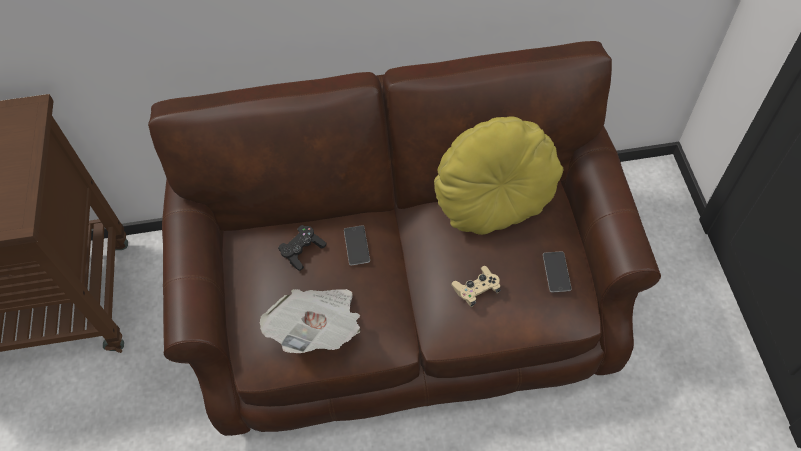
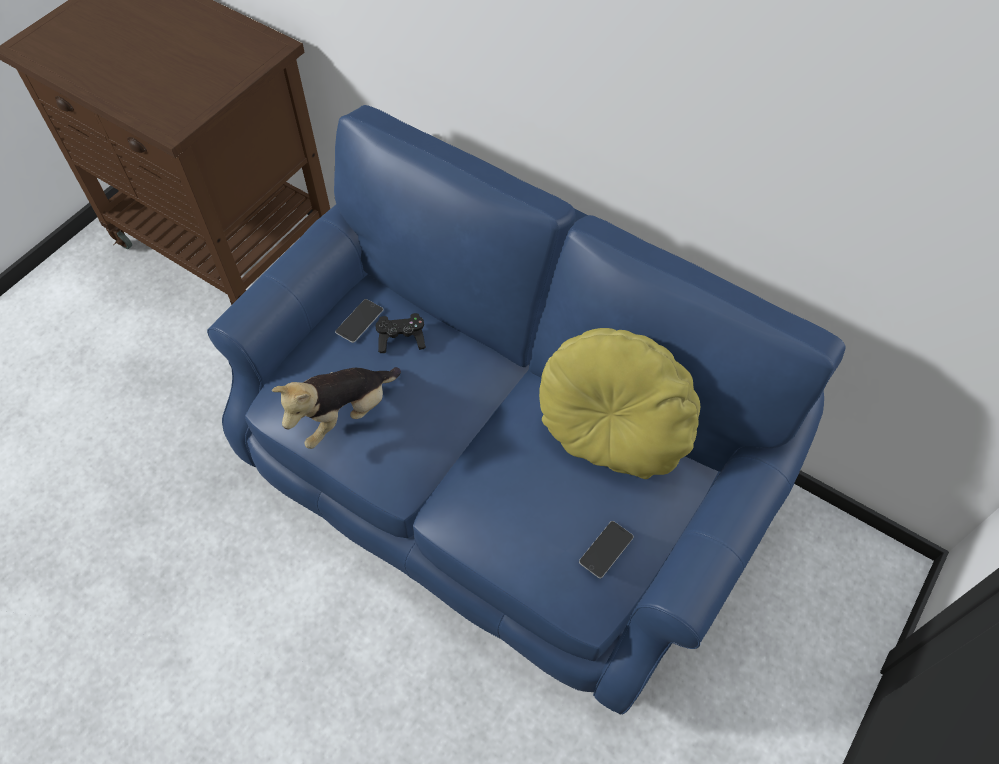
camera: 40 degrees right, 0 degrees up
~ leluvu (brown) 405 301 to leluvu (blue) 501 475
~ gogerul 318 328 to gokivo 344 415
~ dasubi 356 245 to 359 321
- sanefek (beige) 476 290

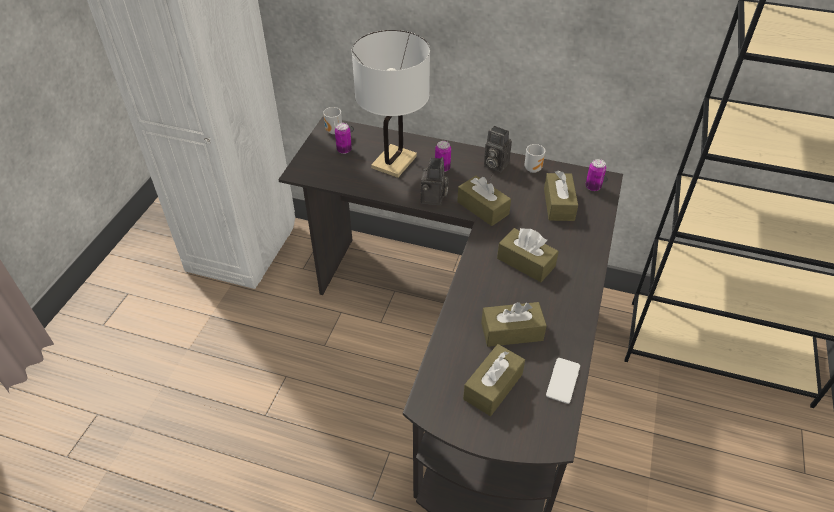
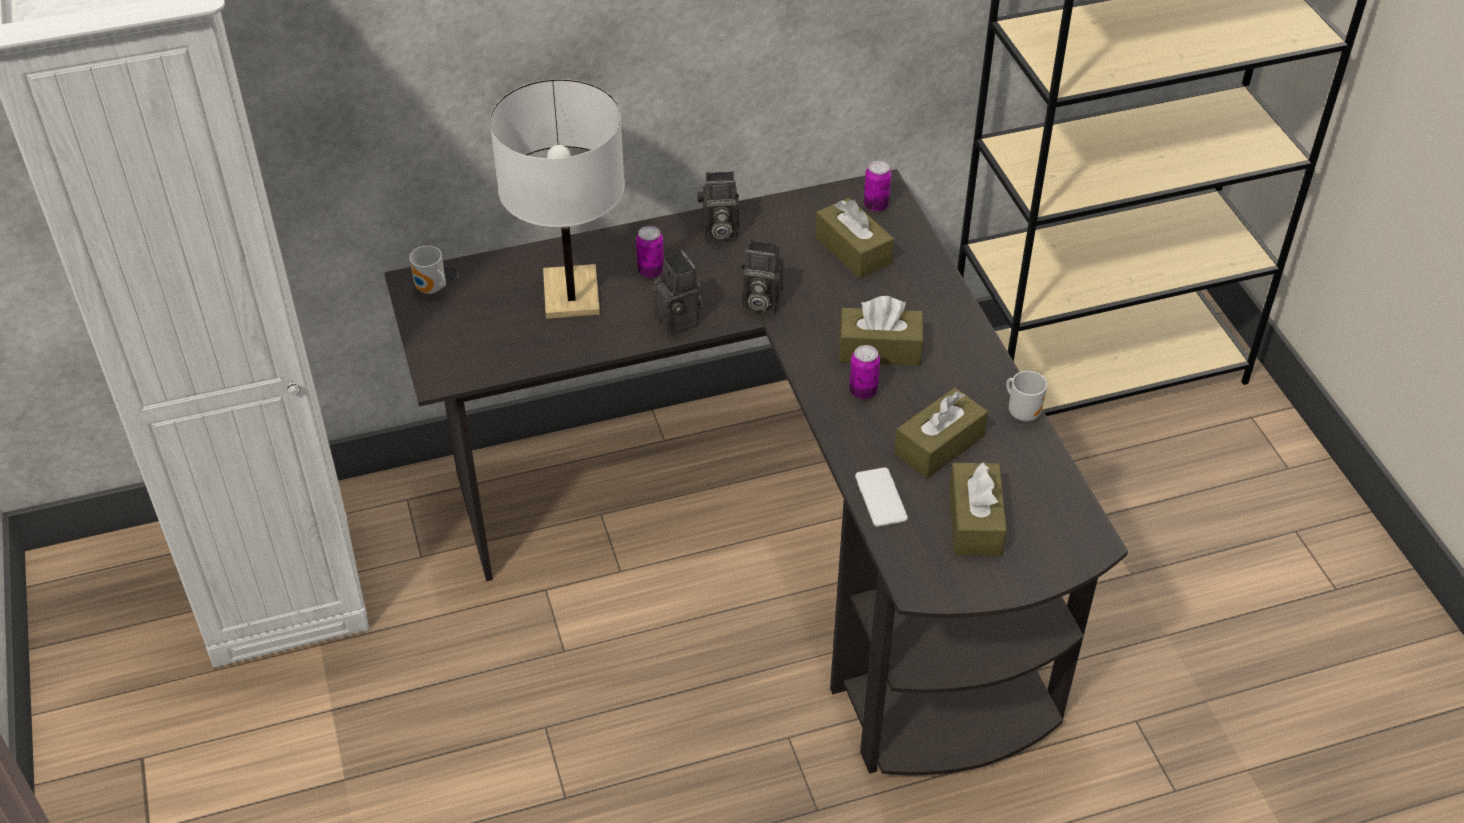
camera: 35 degrees left, 0 degrees up
~ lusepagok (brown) 483 208 to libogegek 759 302
~ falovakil 344 150 to 863 391
~ dasubi 563 381 to 880 498
~ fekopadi 533 168 to 1023 412

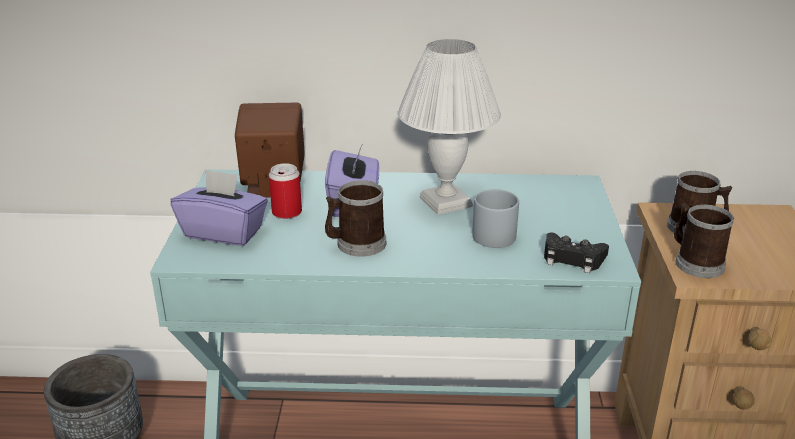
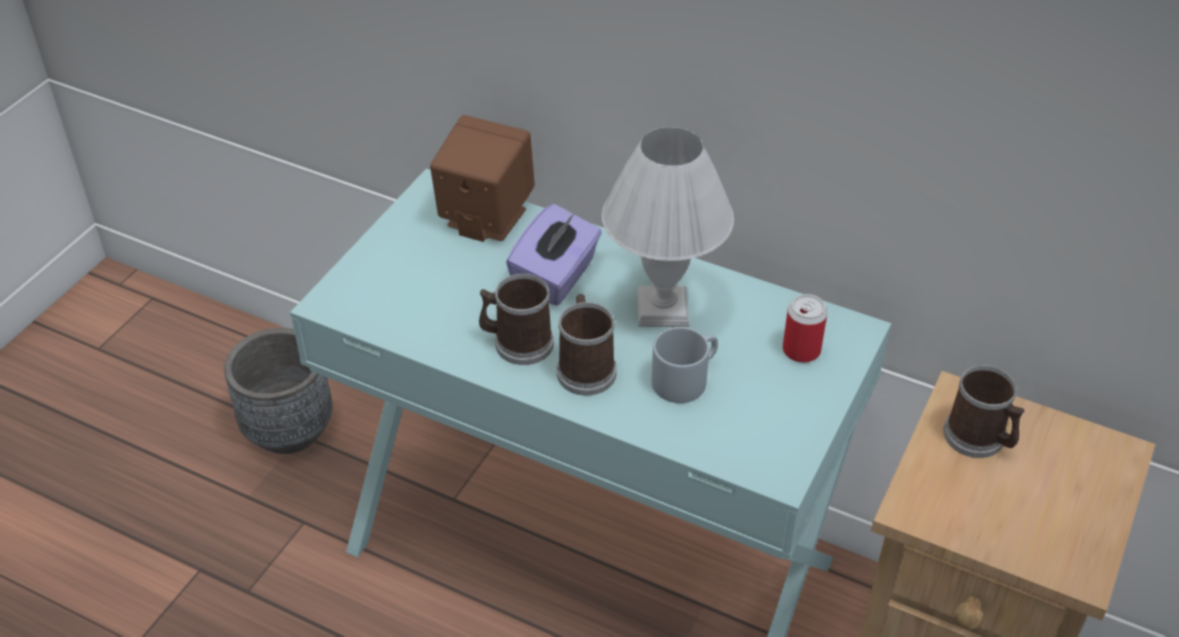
camera: 25 degrees right, 15 degrees up
~ fekopadi 695 262 to 585 367
~ falovakil 287 213 to 801 350
- lusepagok (purple) 224 232
- sanefek (black) 572 258

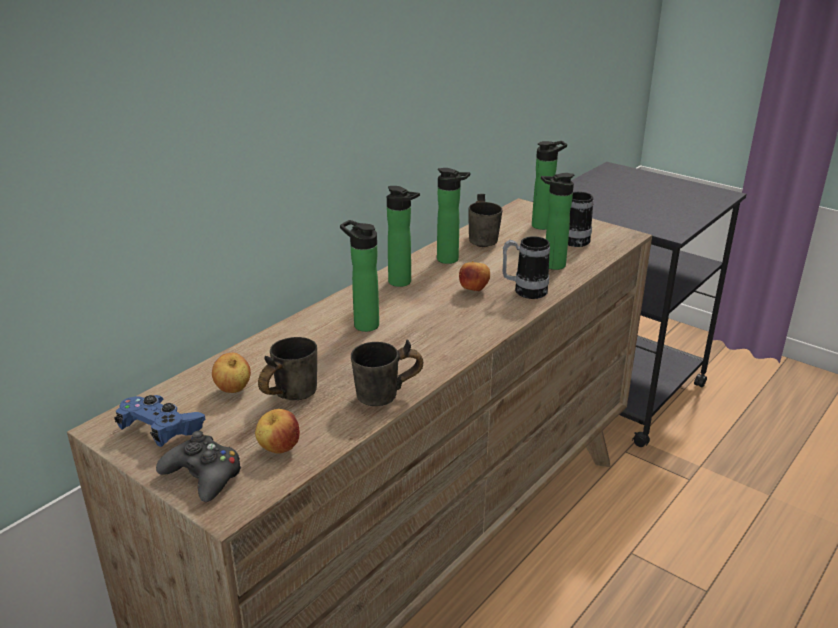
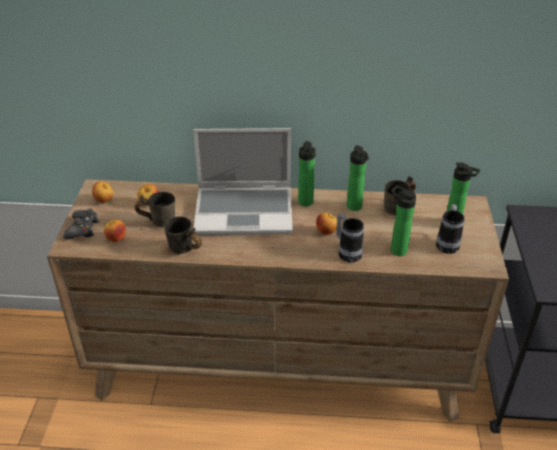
camera: 55 degrees right, 10 degrees up
~ sanefek (blue) 161 430 to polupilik 104 201
~ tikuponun 363 324 to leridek 245 211

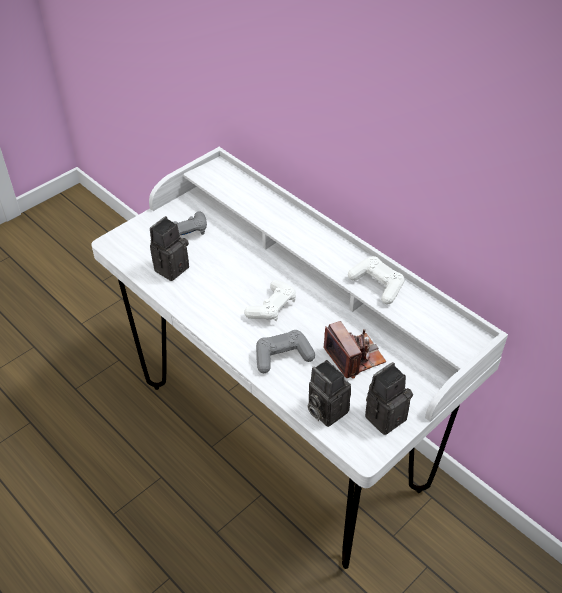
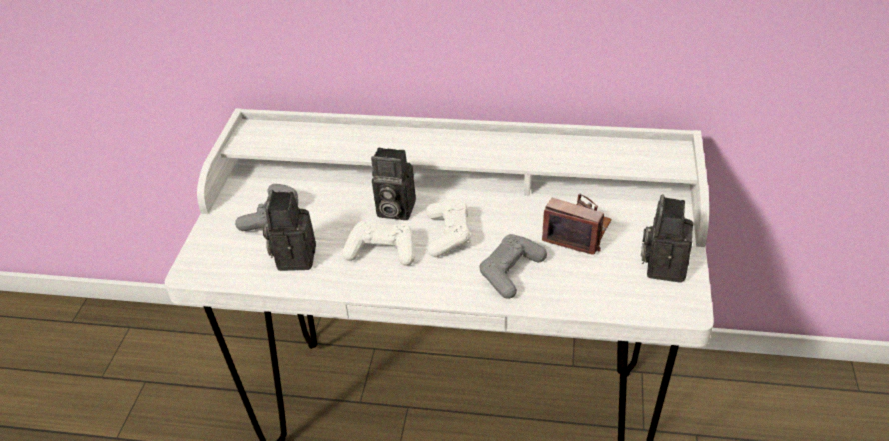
camera: 35 degrees left, 5 degrees down
~ sanefek (white) 377 285 to 382 251
~ libogegek 325 410 to 393 210

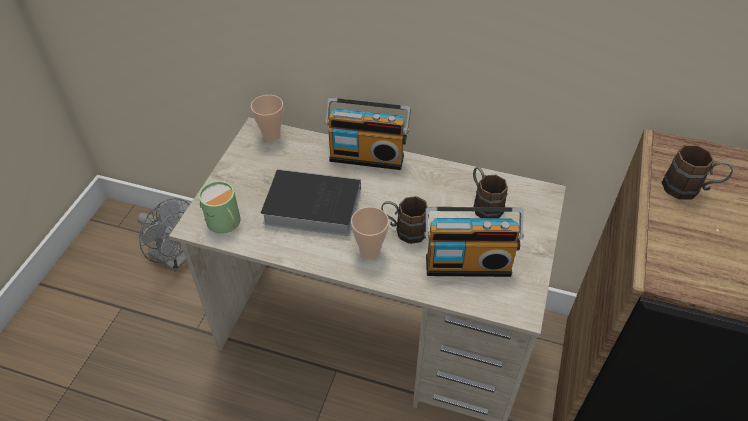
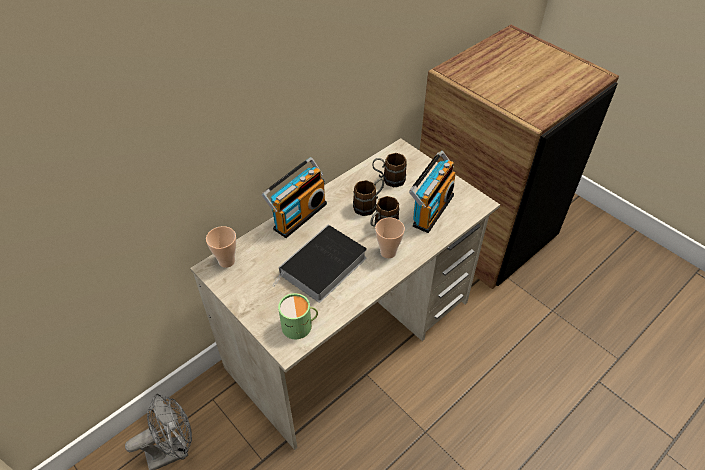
camera: 60 degrees left, 0 degrees up
~ fekopadi (brown) 689 189 to 369 205

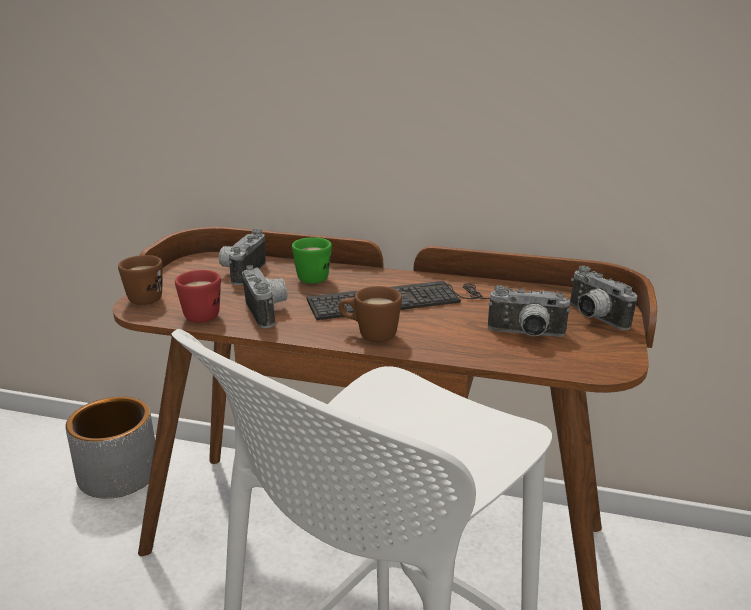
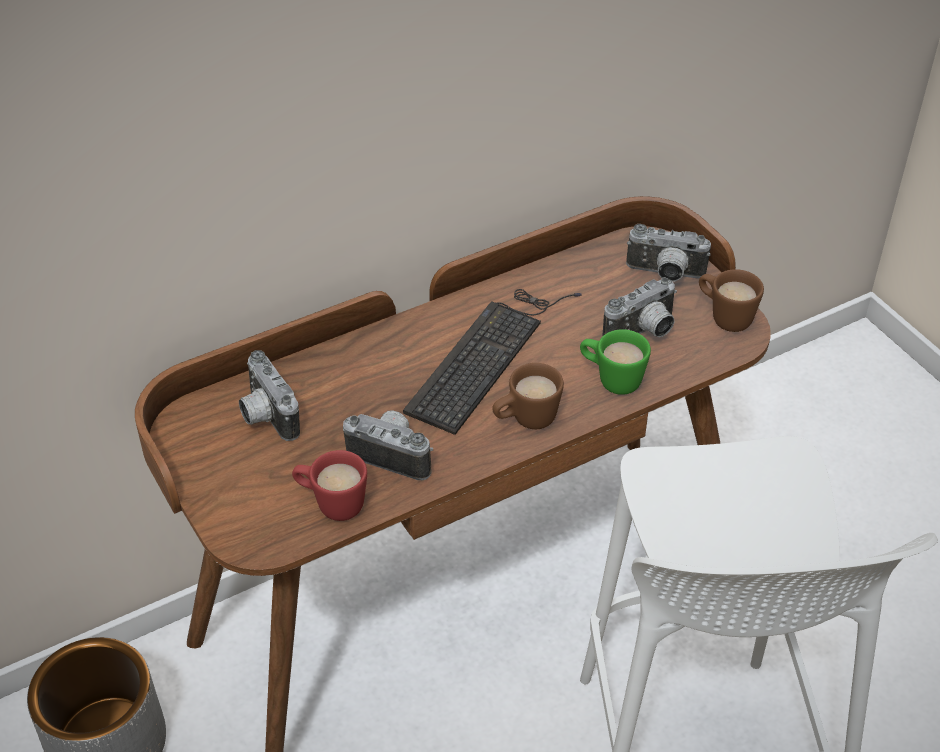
camera: 45 degrees left, 20 degrees up
~ fekopadi (green) 311 276 to 611 379
~ fekopadi (brown) 147 296 to 724 316

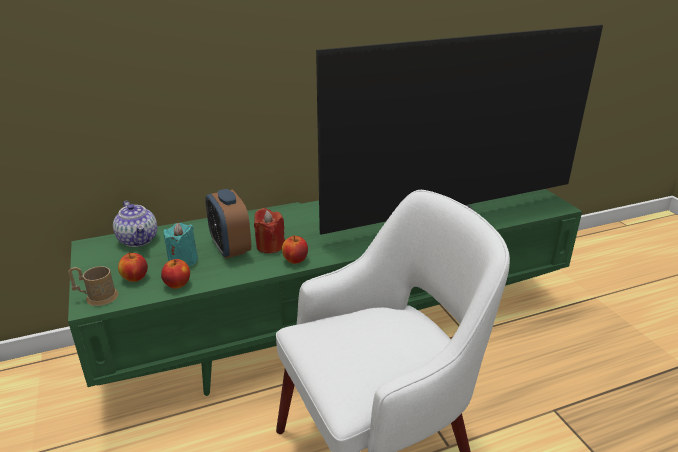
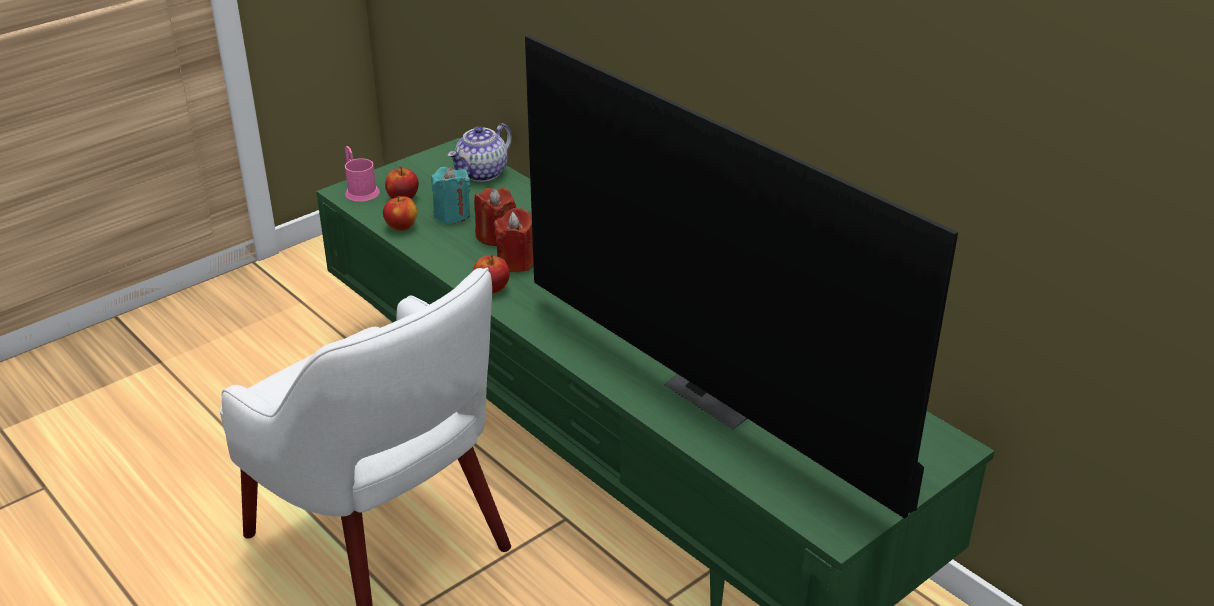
camera: 70 degrees right, 5 degrees up
~ fekopadi (brown) 97 297 to fekopadi (pink) 359 190
~ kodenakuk 230 248 to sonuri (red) 495 236

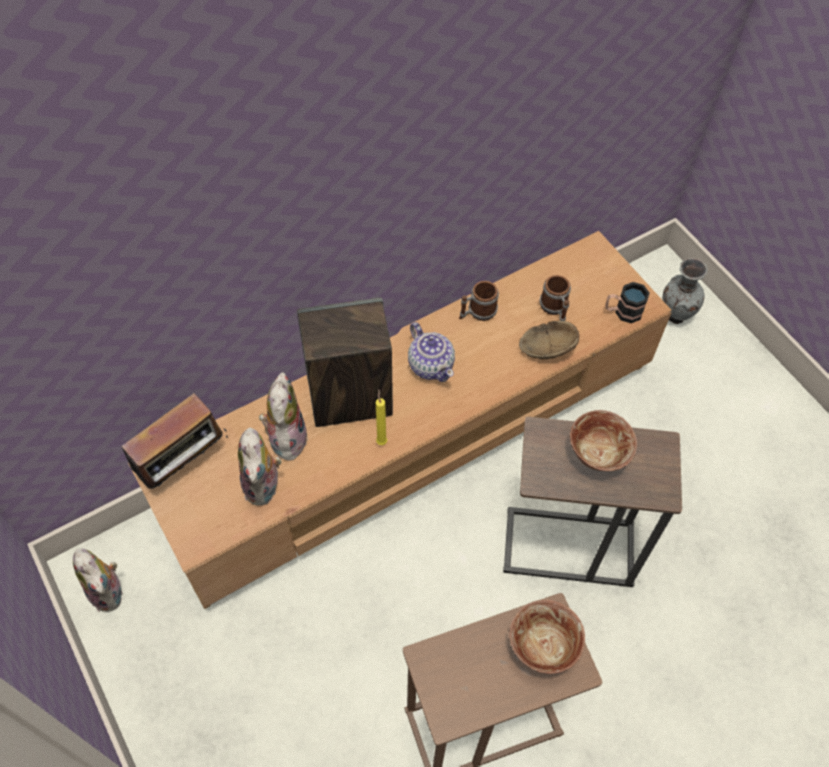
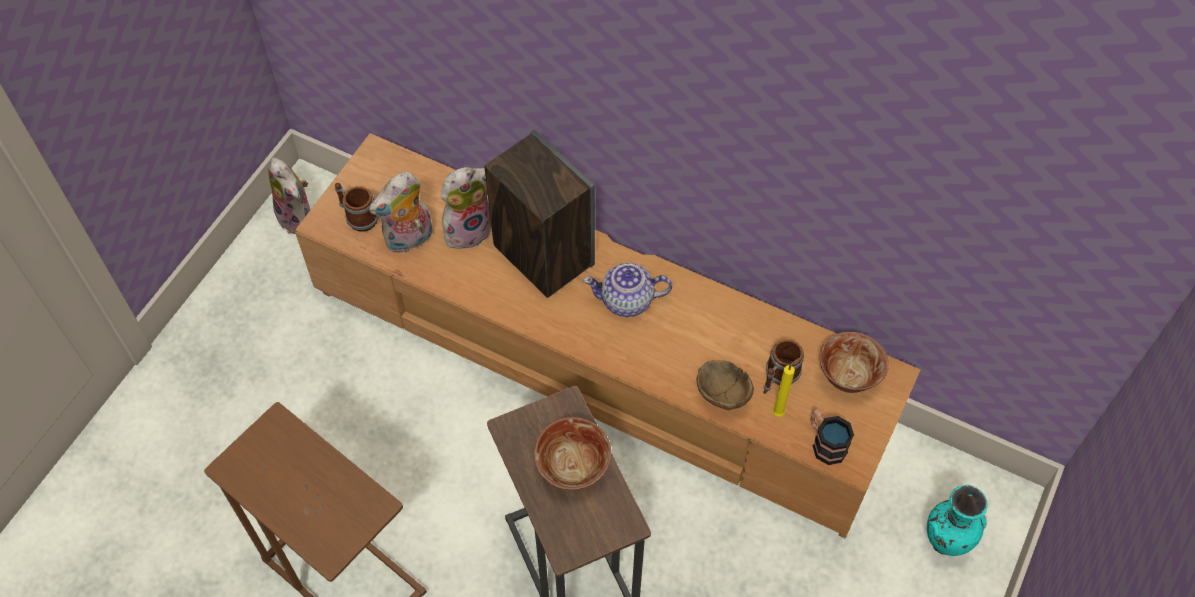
camera: 60 degrees right, 0 degrees up
~ gokivo 109 592 = 298 217 60 degrees counterclockwise
~ fekopadi 477 312 to 358 216
~ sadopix 431 365 = 627 301 60 degrees clockwise
~ sonuri (yellow) 381 440 to 779 412
~ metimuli 542 647 to 847 376
~ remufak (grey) 674 315 to remufak (turquoise) 944 541
- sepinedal 184 464

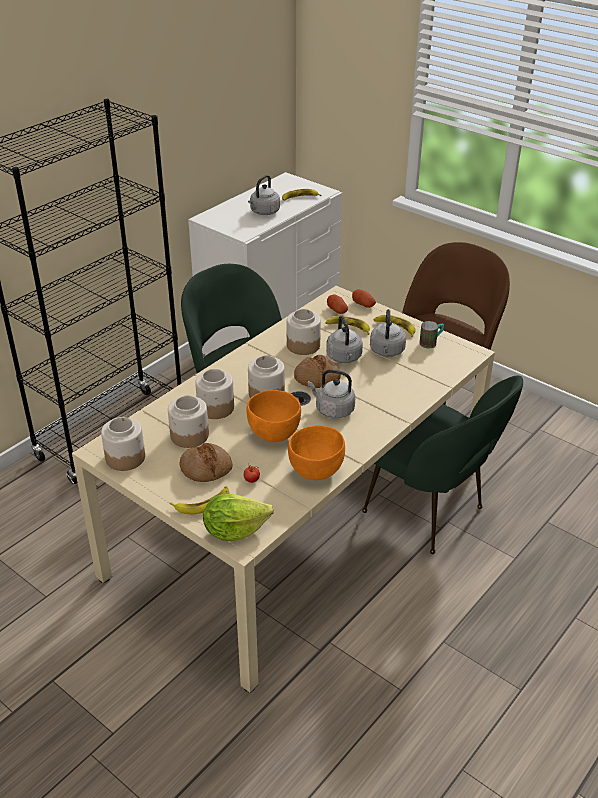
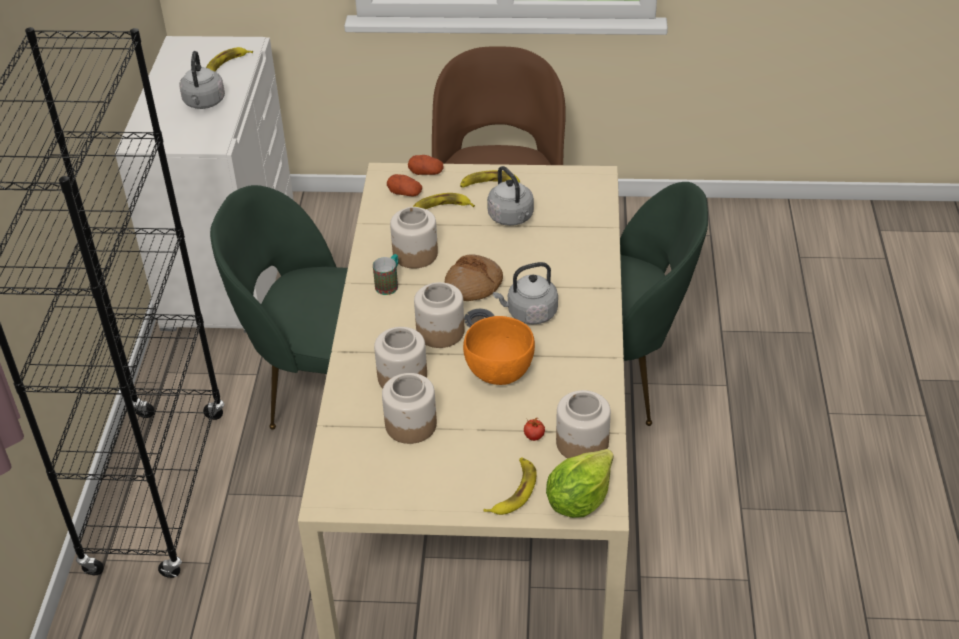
camera: 35 degrees left, 5 degrees up
~ fekopadi 431 343 to 389 284
~ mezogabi 125 457 to 581 442
- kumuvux 206 468
- metimuli (orange) 316 471
- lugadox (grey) 344 358

